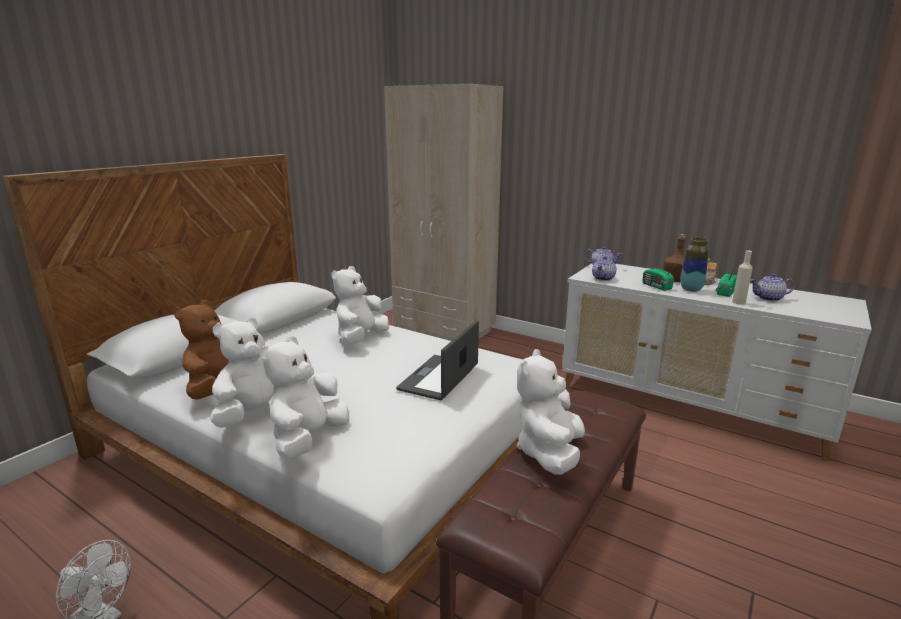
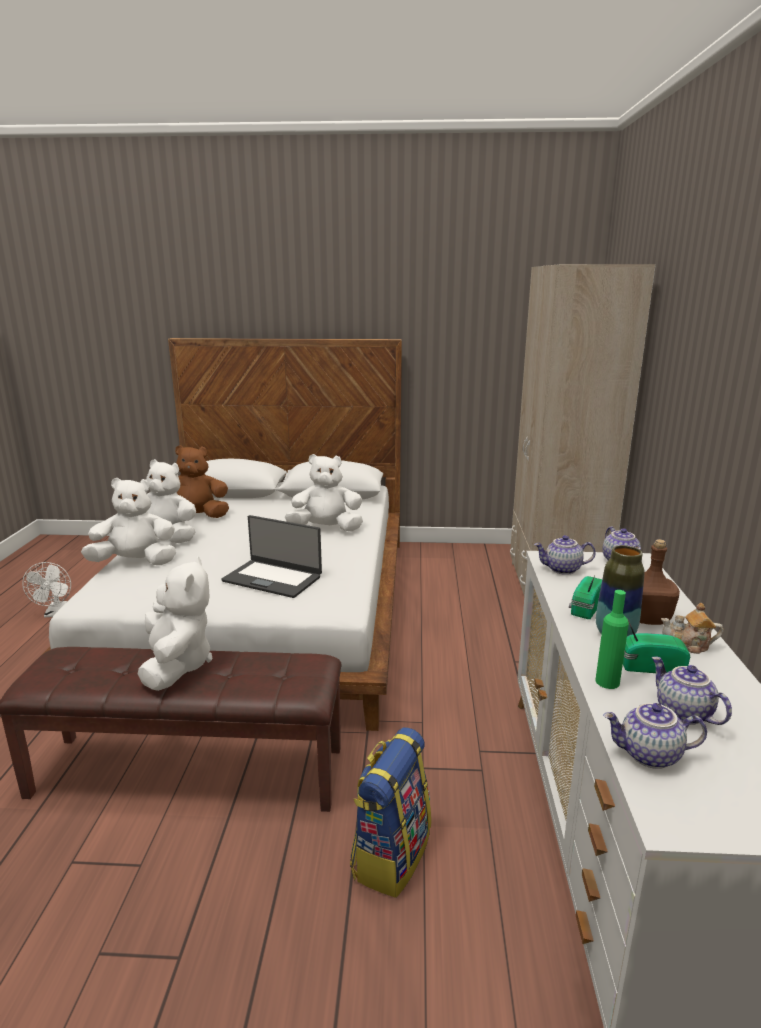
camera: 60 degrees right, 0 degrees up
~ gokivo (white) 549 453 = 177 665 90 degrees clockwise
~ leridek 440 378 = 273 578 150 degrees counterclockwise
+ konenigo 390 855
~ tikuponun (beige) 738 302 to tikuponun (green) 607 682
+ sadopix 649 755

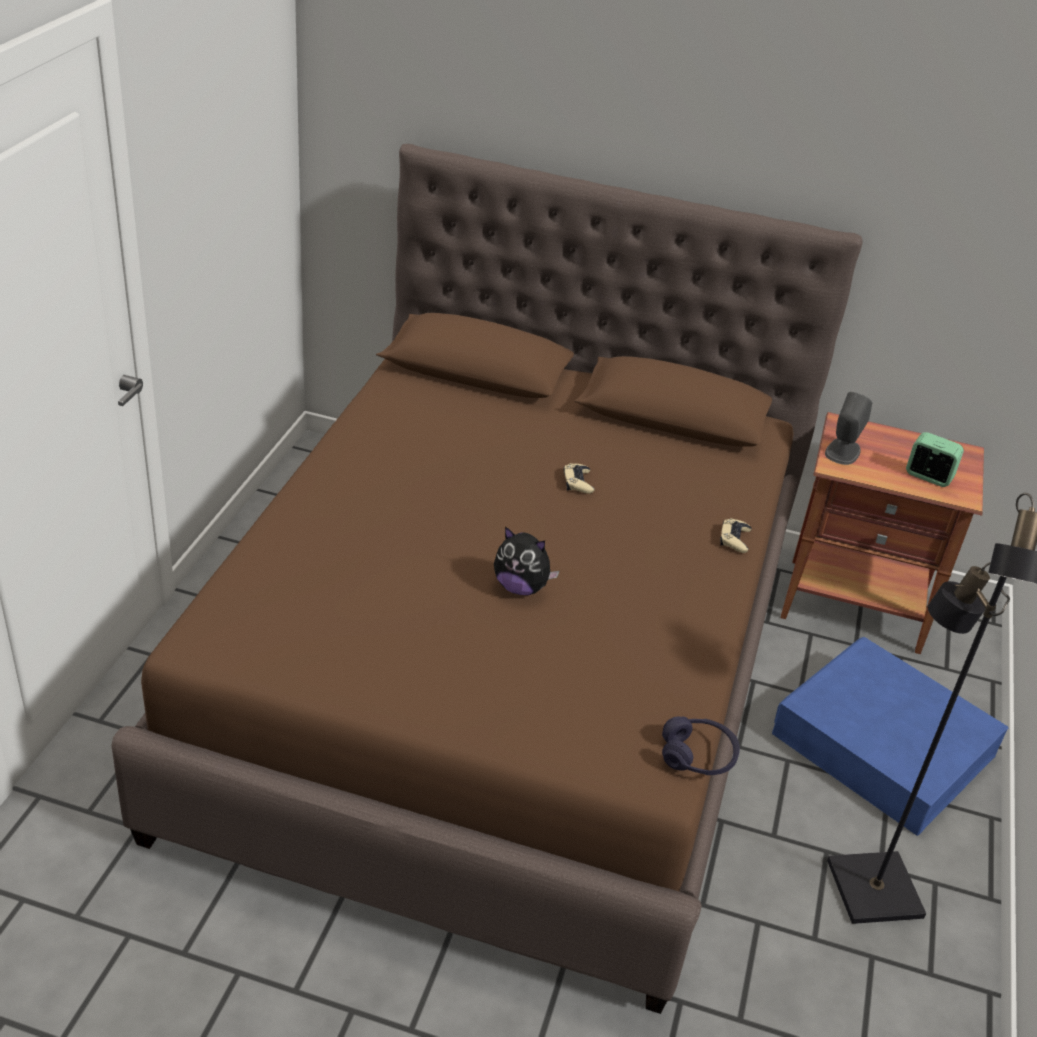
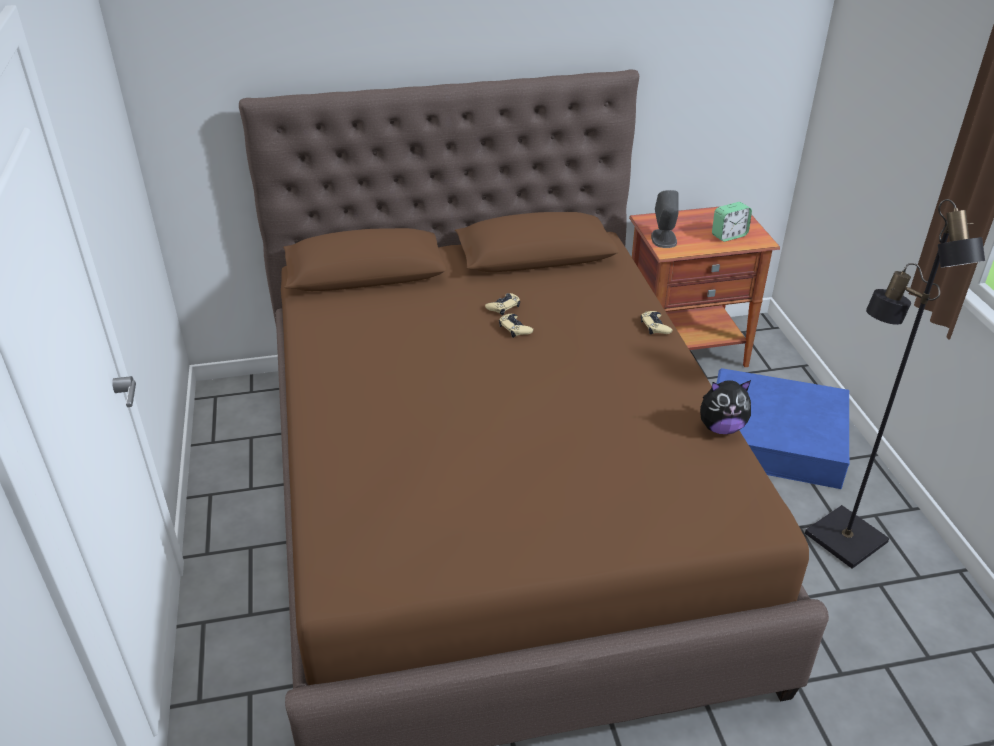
camera: 25 degrees left, 0 degrees up
+ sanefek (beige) 503 307
~ gokivo 521 587 to 721 427
~ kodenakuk 928 476 = 729 235 150 degrees clockwise
- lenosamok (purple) 698 756

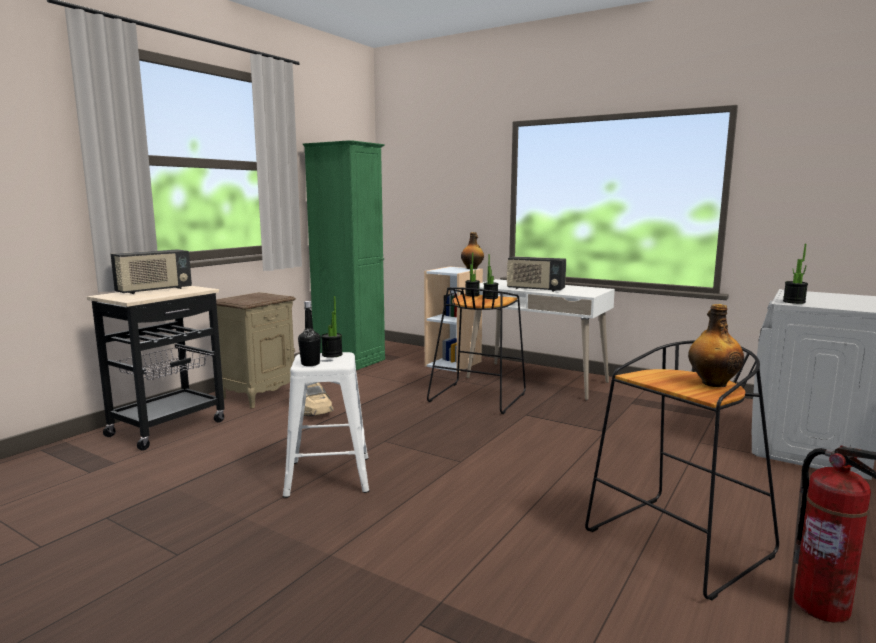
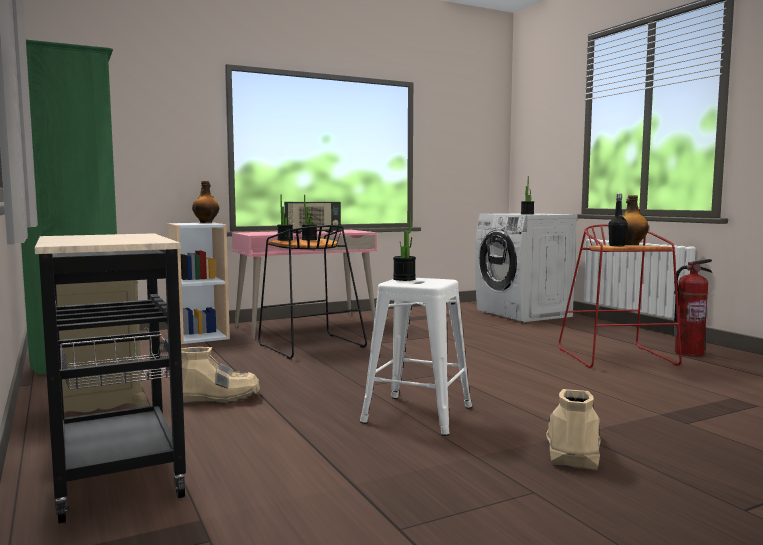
camera: 60 degrees left, 5 degrees down
~ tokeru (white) 537 380 to tokeru (pink) 305 327
+ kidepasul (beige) 573 449
~ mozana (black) 678 545 to mozana (red) 618 358
~ tikuponun (black) 310 364 to 617 246
- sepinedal 154 290

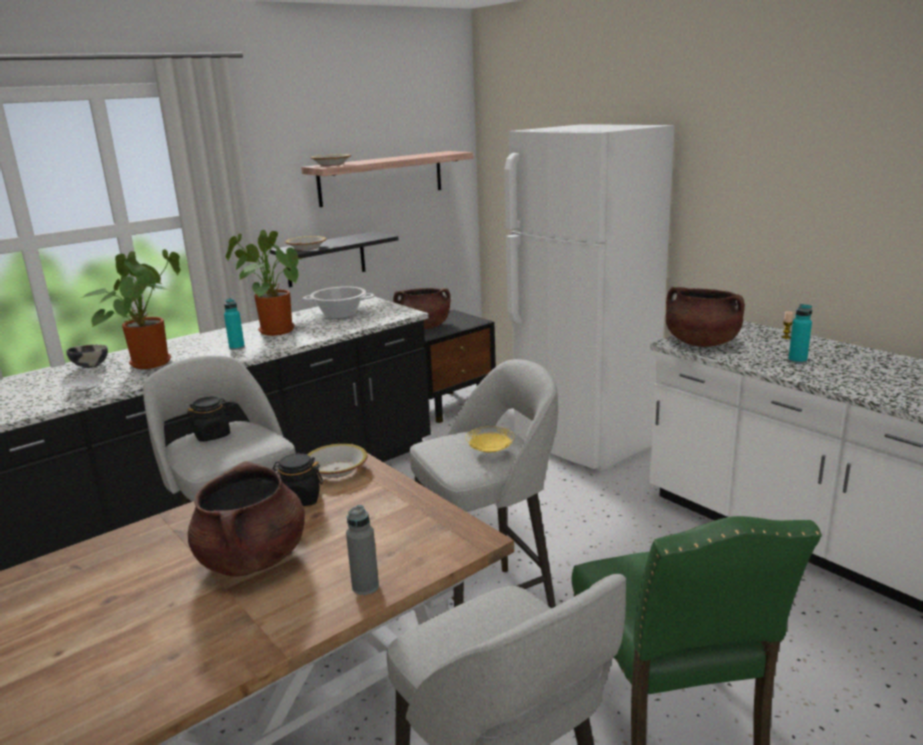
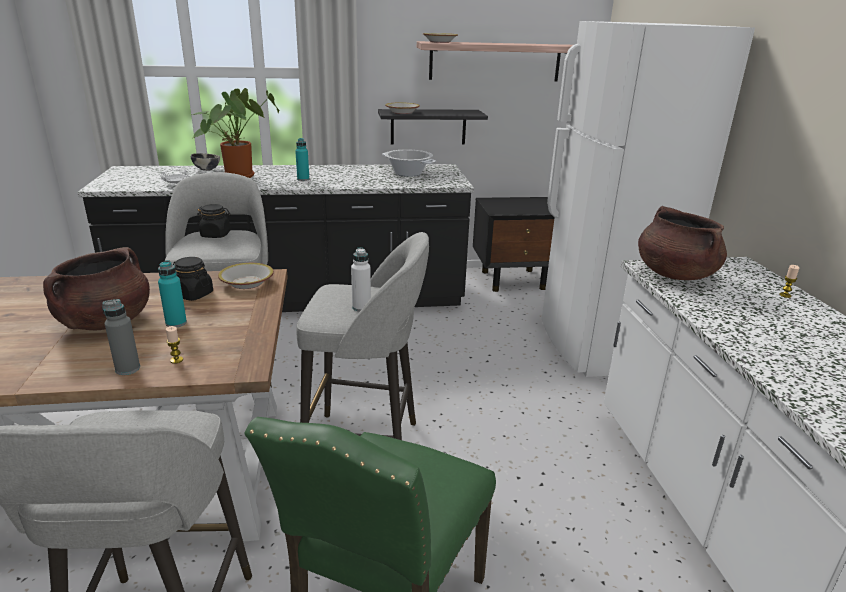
camera: 30 degrees right, 5 degrees up
~ tikuponun (turquoise) 797 361 to 176 323
+ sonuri 176 360
~ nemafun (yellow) 490 451 to tikuponun (white) 361 307
- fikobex 273 330
- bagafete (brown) 424 327

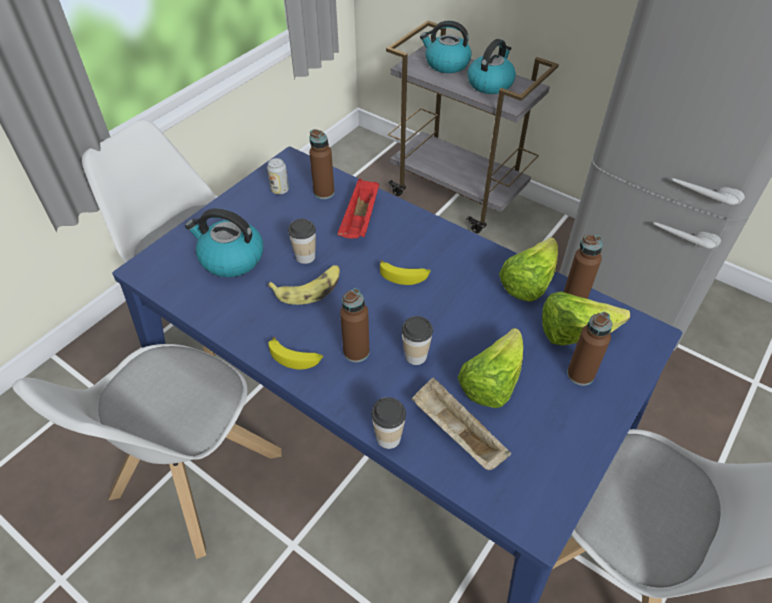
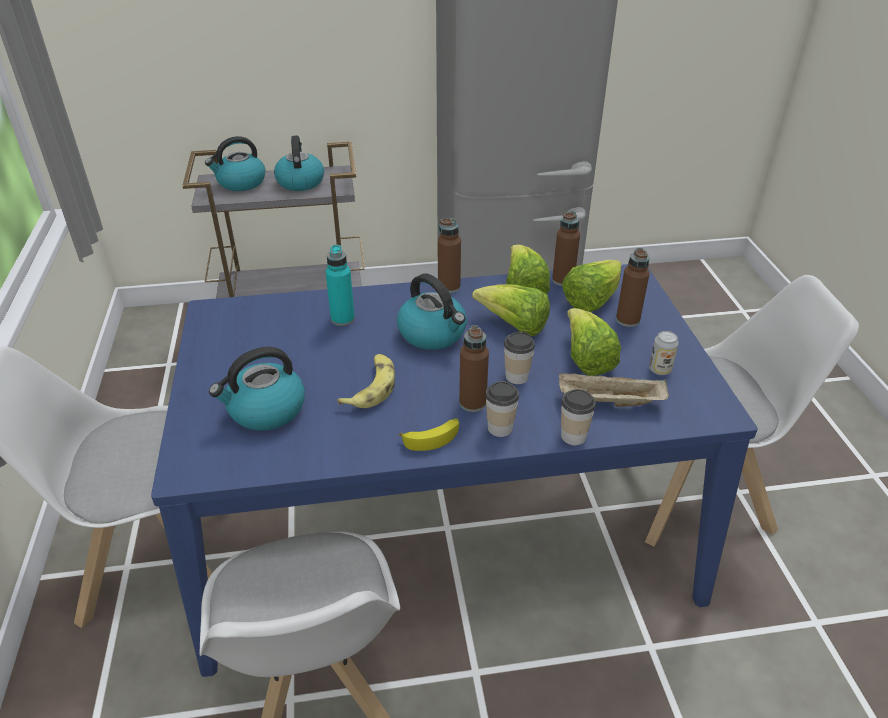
camera: 45 degrees left, 10 degrees down
~ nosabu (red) 360 221 to tikuponun (turquoise) 342 319
~ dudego 404 275 to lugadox 433 334
~ tikuponun (brown) 324 192 to 449 287
+ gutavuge 514 326
~ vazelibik 305 256 to 500 428
~ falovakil 280 190 to 660 369

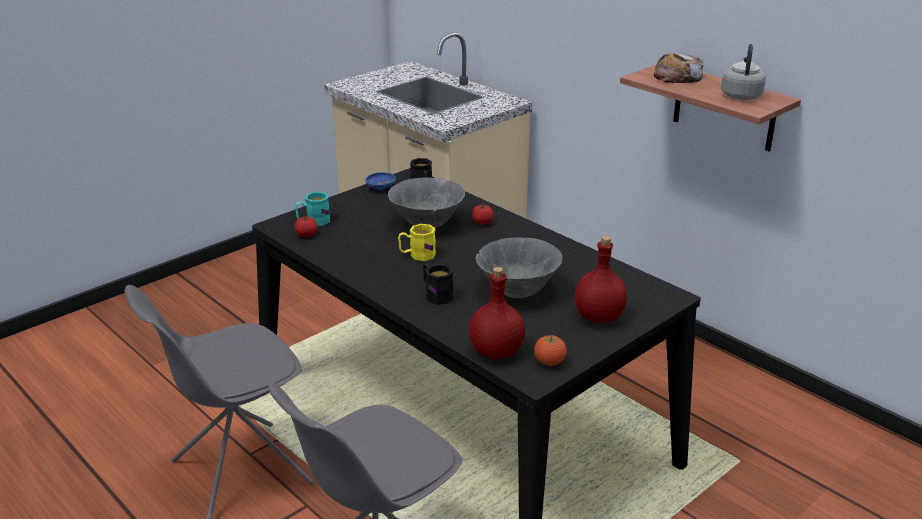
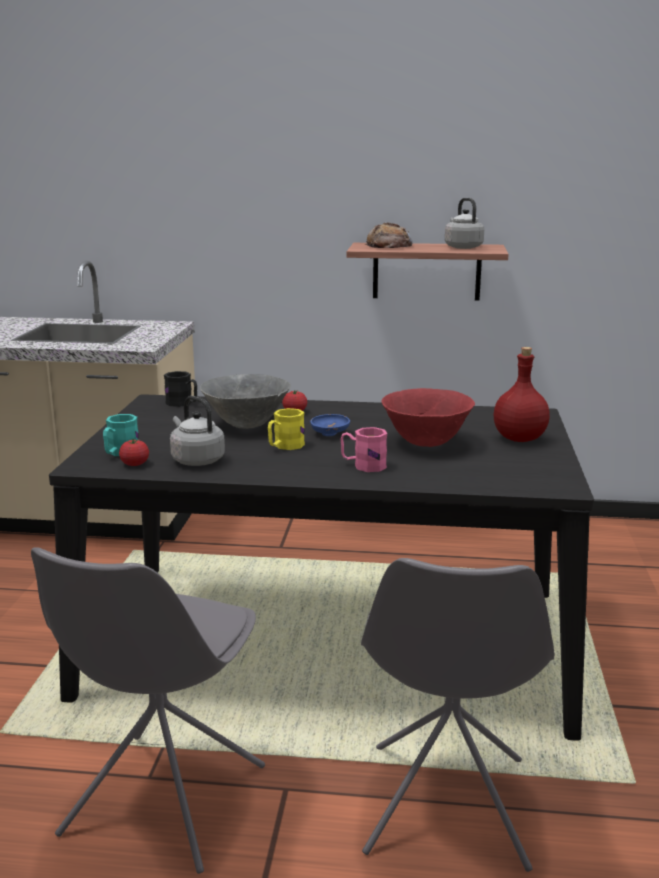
camera: 40 degrees left, 10 degrees down
+ lugadox (grey) 196 460
~ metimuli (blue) 380 188 to 330 434
~ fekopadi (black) 436 294 to fekopadi (pink) 363 465
~ metimuli (grey) 517 292 to metimuli (red) 426 443
- tikuponun (red) 496 351
- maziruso 549 362

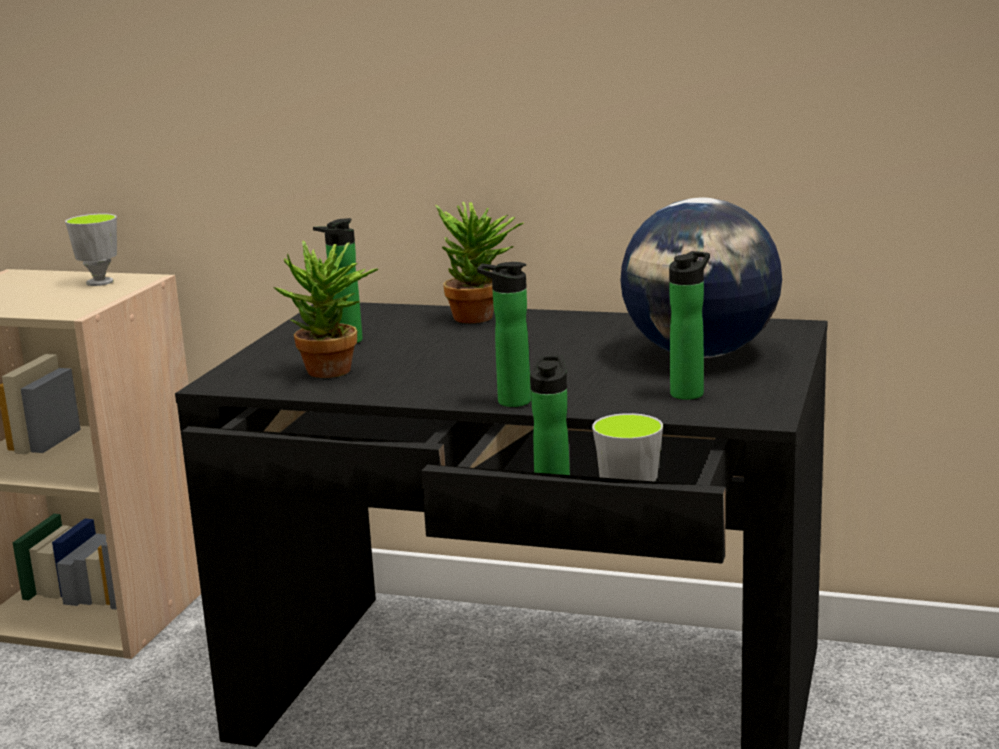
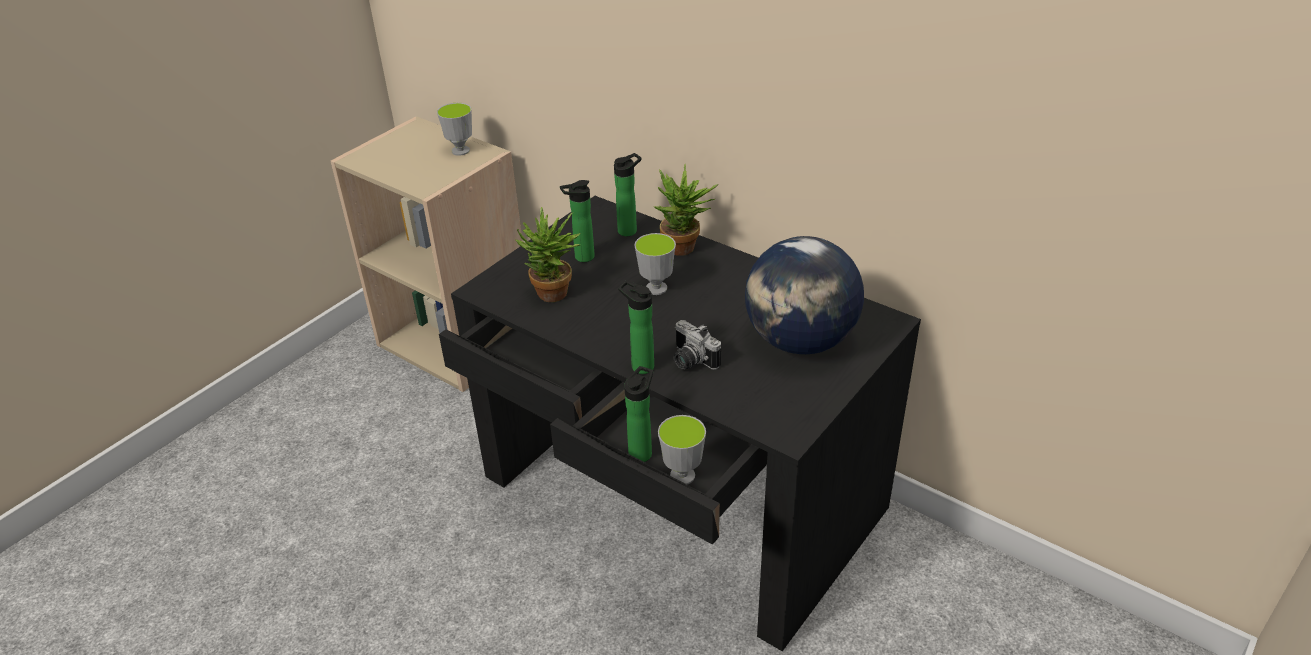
camera: 20 degrees right, 20 degrees up
~ tikuponun 689 393 to 630 230
+ vazelibik 656 288
+ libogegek 690 361

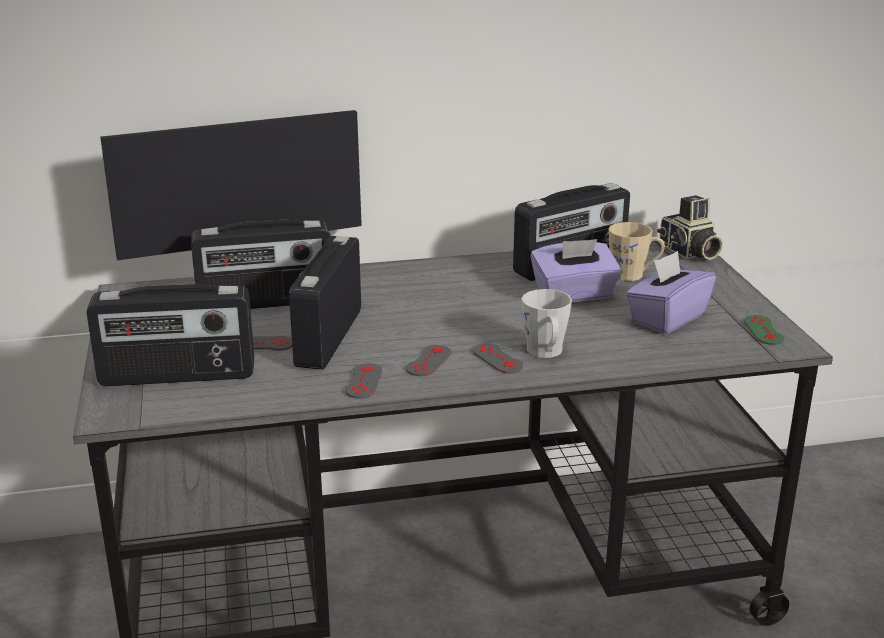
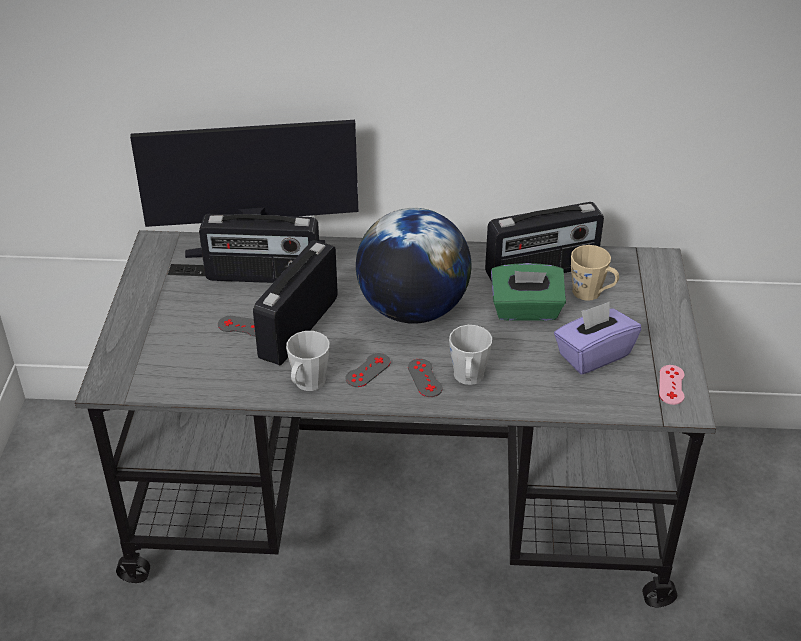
camera: 15 degrees right, 15 degrees up
~ sanefek (grey) 363 381 to fekopadi (grey) 307 384
+ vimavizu 413 310
~ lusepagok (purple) 574 295 to lusepagok (green) 526 310
~ sanefek (green) 763 330 to sanefek (pink) 671 385
- sepinedal 177 376
- libogegek 688 252

